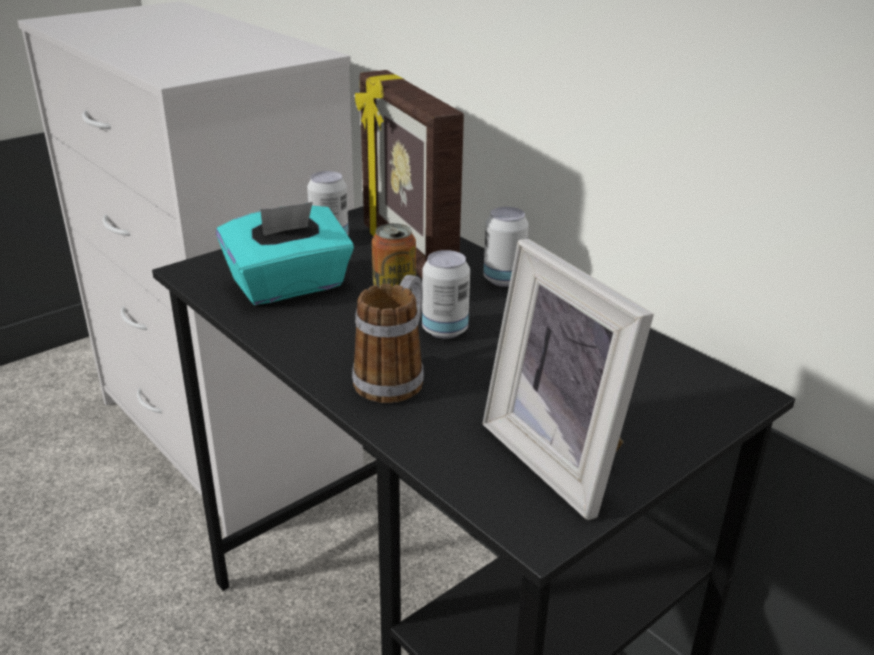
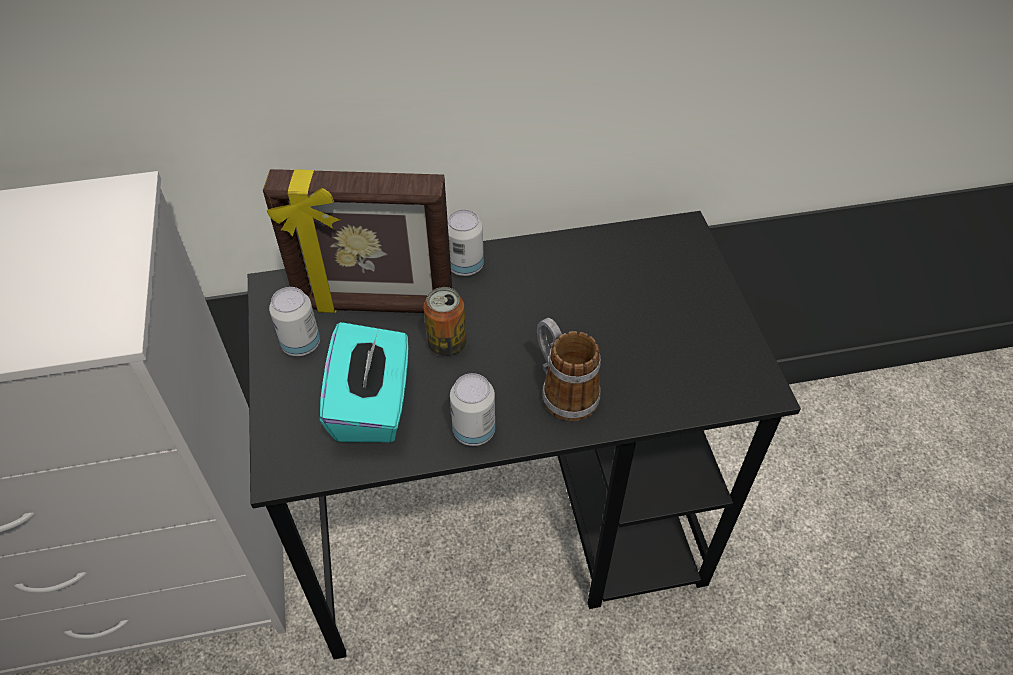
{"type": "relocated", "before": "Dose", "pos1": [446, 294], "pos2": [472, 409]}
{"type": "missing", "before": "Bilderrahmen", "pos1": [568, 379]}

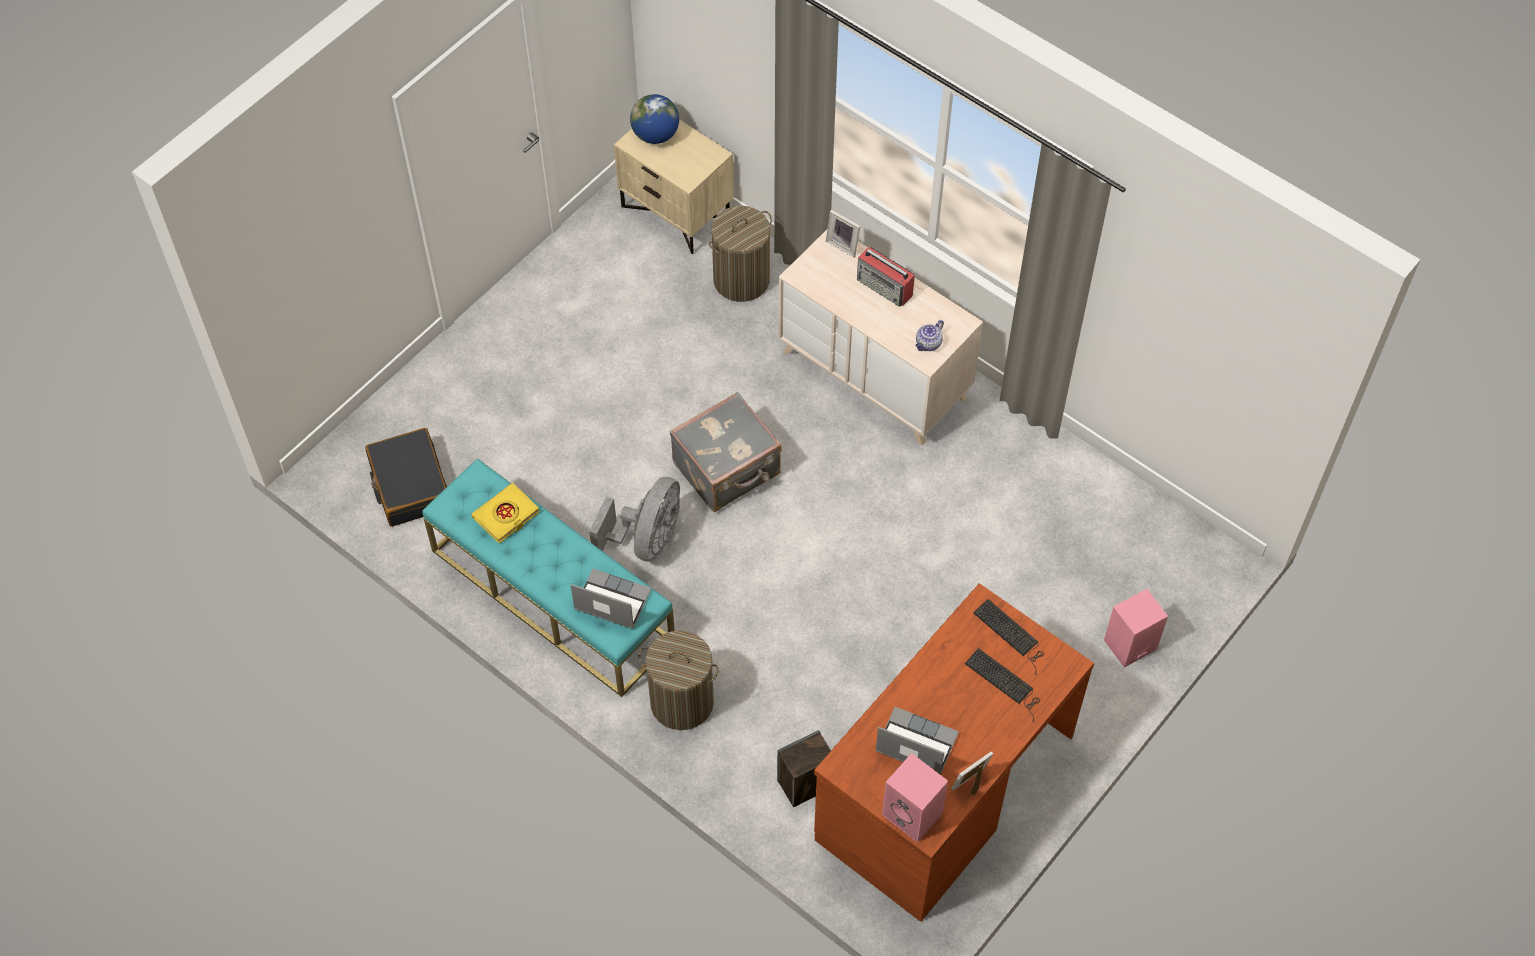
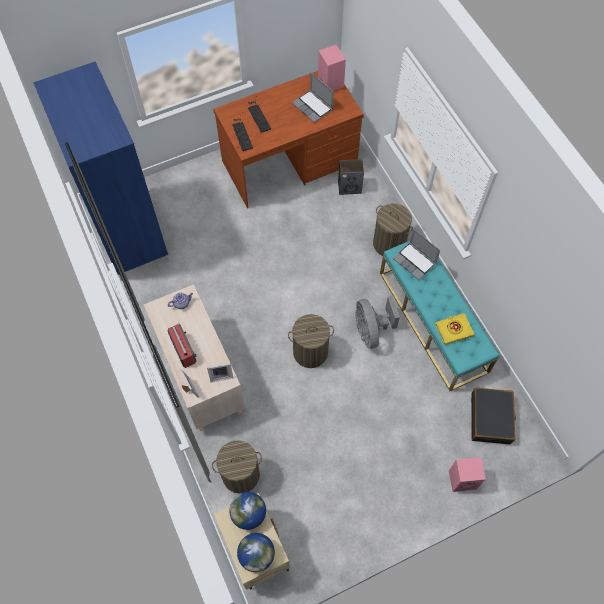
{"type": "appeared", "after": "Kleiderschrank/blau", "pos2": [101, 171]}
{"type": "relocated", "before": "Bilderrahmen", "pos1": [972, 773], "pos2": [220, 373]}
{"type": "appeared", "after": "Globus", "pos2": [247, 511]}
{"type": "exchanged", "before": "Koffer/grau", "after": "Wäschekorb", "pos1": [725, 452], "pos2": [311, 341]}
{"type": "spun", "before": "Ventilator/grau", "pos1": [634, 519], "pos2": [377, 322], "turn": -60}
{"type": "relocated", "before": "Lautsprecher/rosa", "pos1": [1136, 628], "pos2": [467, 474]}

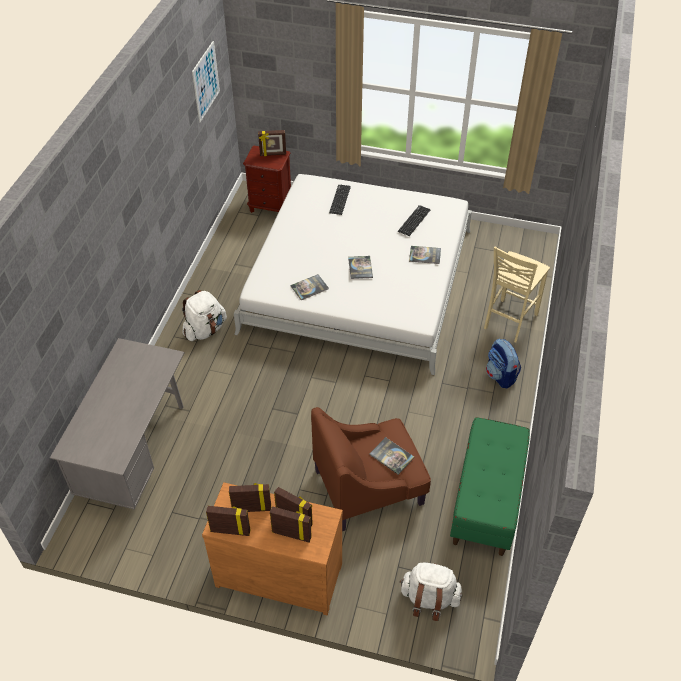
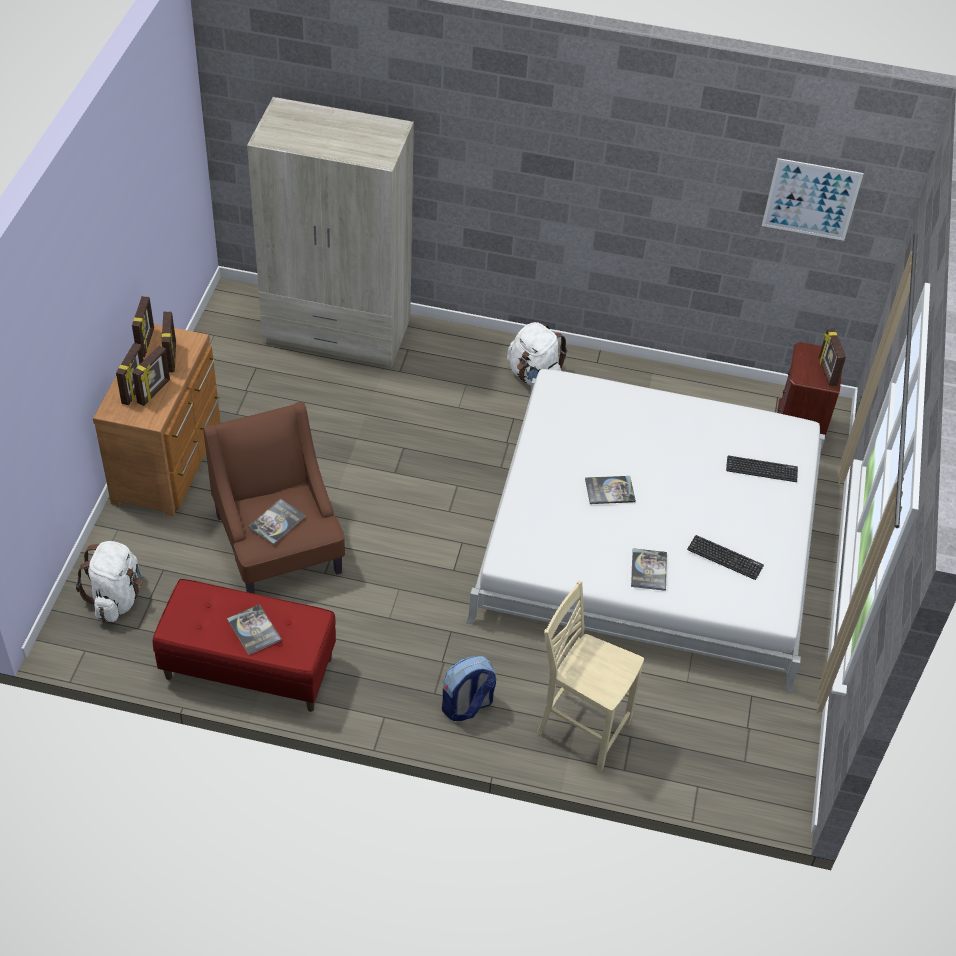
{"type": "colour", "before": "Bank/grün", "after": "Bank/rot", "pos1": [490, 486], "pos2": [244, 645]}
{"type": "relocated", "before": "Buch", "pos1": [310, 287], "pos2": [254, 629]}
{"type": "exchanged", "before": "Schreibtisch/grau", "after": "Kleiderschrank/beige", "pos1": [117, 424], "pos2": [330, 232]}

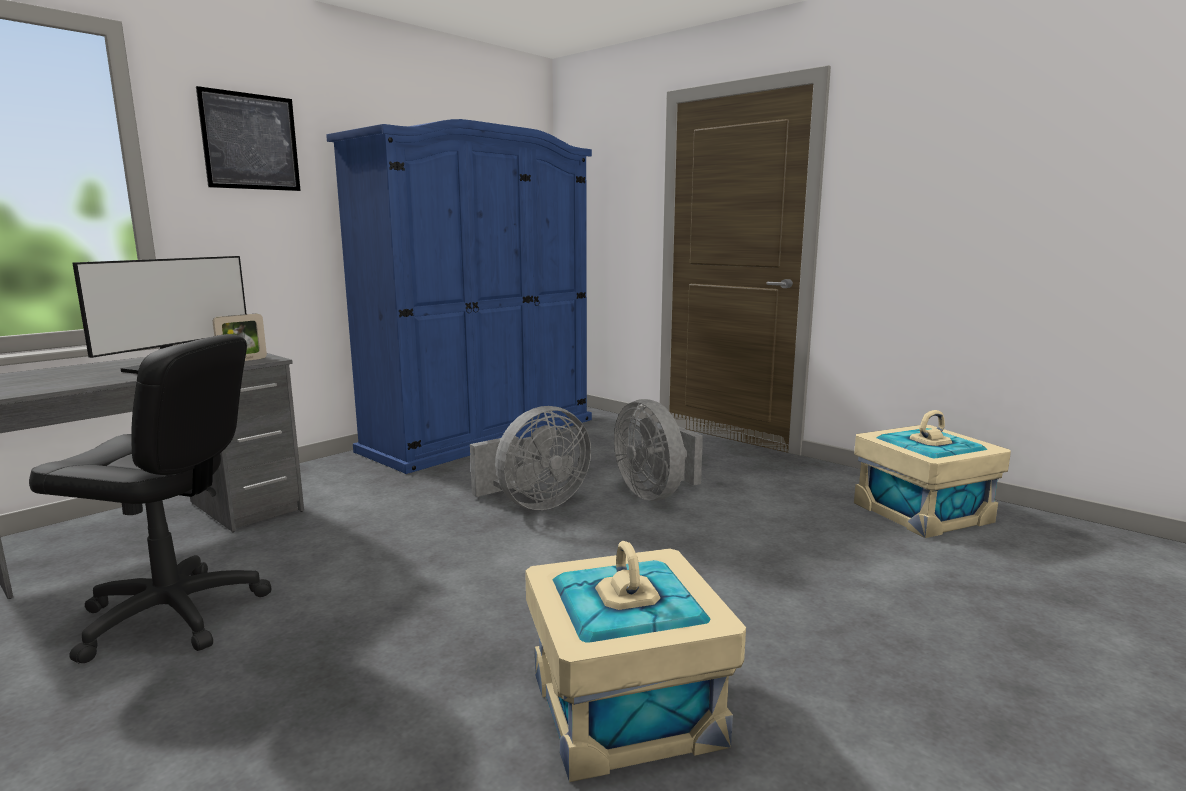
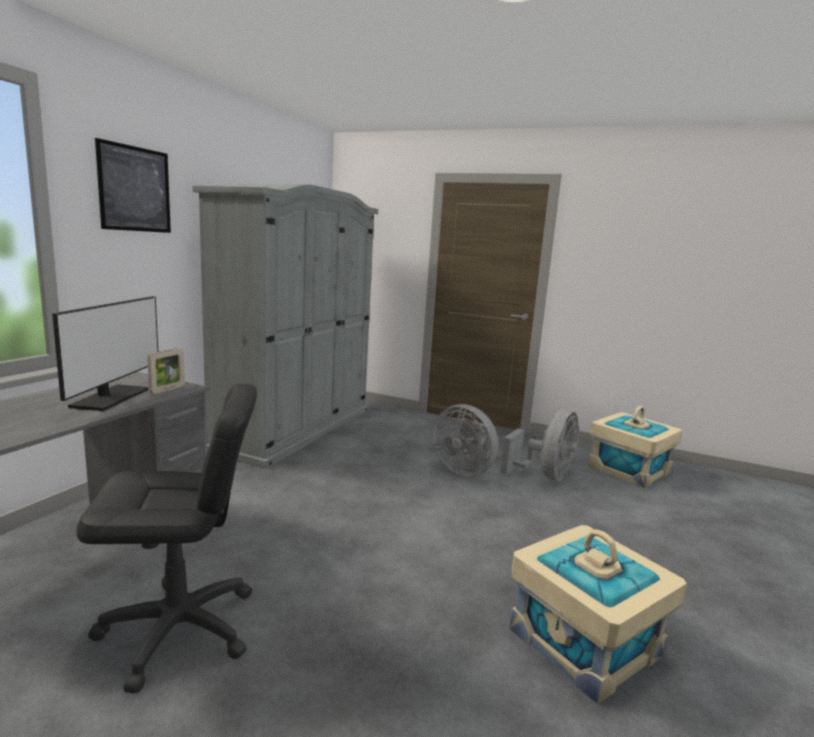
{"type": "colour", "before": "Kleiderschrank/blau", "after": "Kleiderschrank/grau", "pos1": [459, 296], "pos2": [285, 326]}
{"type": "relocated", "before": "Ventilator/grau", "pos1": [530, 458], "pos2": [540, 445]}

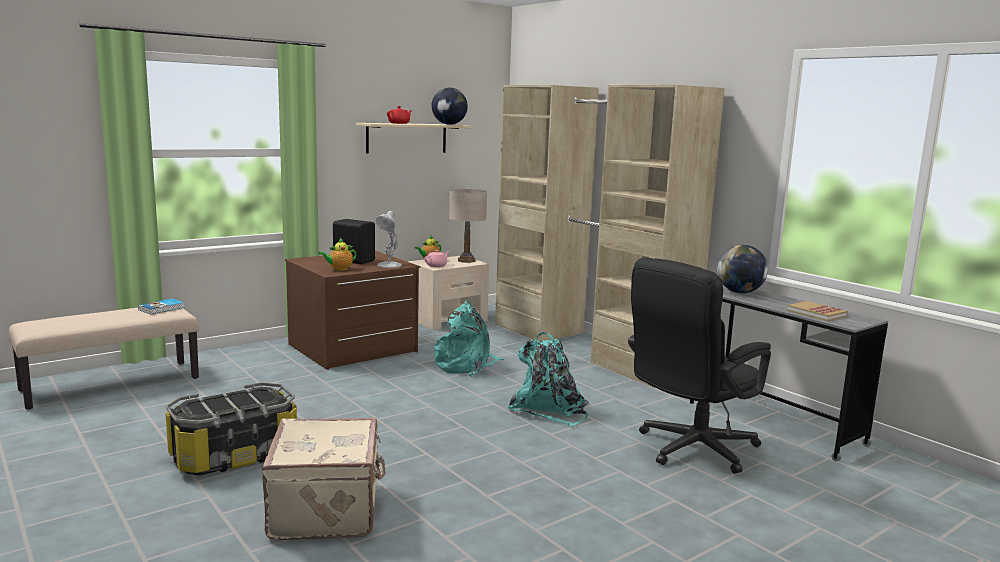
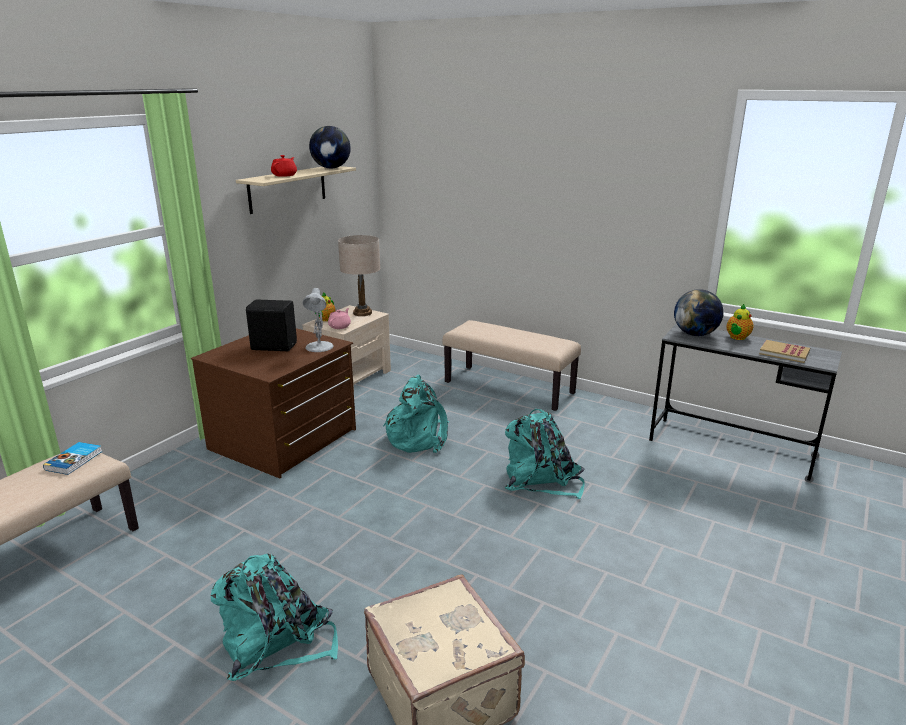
{"type": "exchanged", "before": "Aufbewahrungsbox", "after": "Rucksack/türkis", "pos1": [231, 429], "pos2": [274, 617]}
{"type": "exchanged", "before": "Kleiderschrank/beige", "after": "Bank/beige", "pos1": [609, 236], "pos2": [511, 365]}
{"type": "relocated", "before": "Teekanne", "pos1": [337, 254], "pos2": [739, 322]}
{"type": "missing", "before": "Bürostuhl/schwarz", "pos1": [699, 366]}

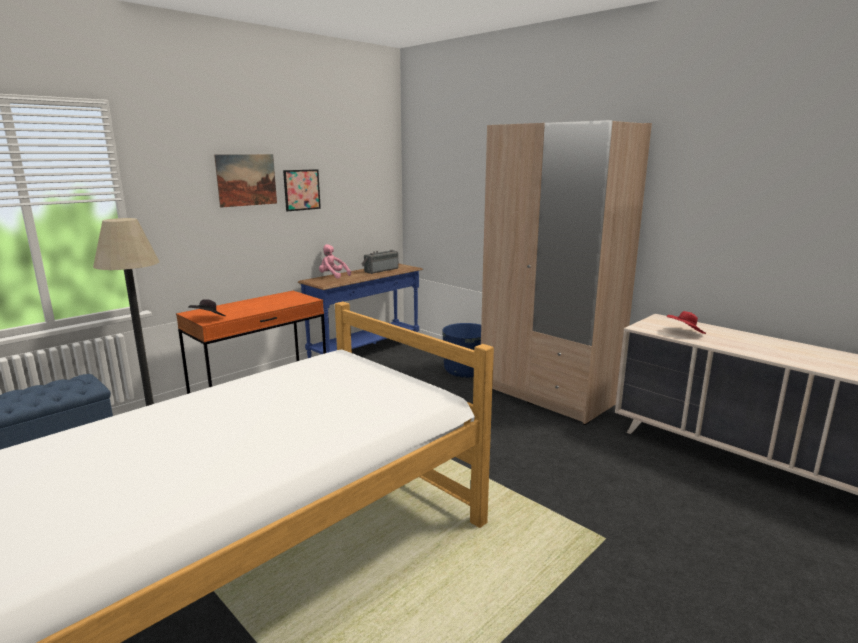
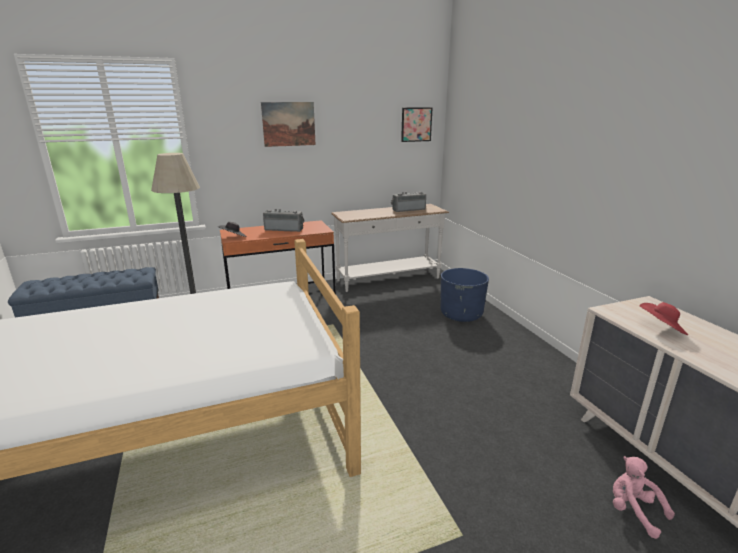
{"type": "appeared", "after": "Radio", "pos2": [283, 220]}
{"type": "colour", "before": "Konsolentisch/blau", "after": "Konsolentisch/weiß", "pos1": [360, 310], "pos2": [390, 248]}
{"type": "relocated", "before": "Bild", "pos1": [302, 190], "pos2": [417, 124]}
{"type": "relocated", "before": "Plüschtier/rosa", "pos1": [335, 261], "pos2": [644, 497]}
{"type": "missing", "before": "Kleiderschrank/beige", "pos1": [566, 272]}

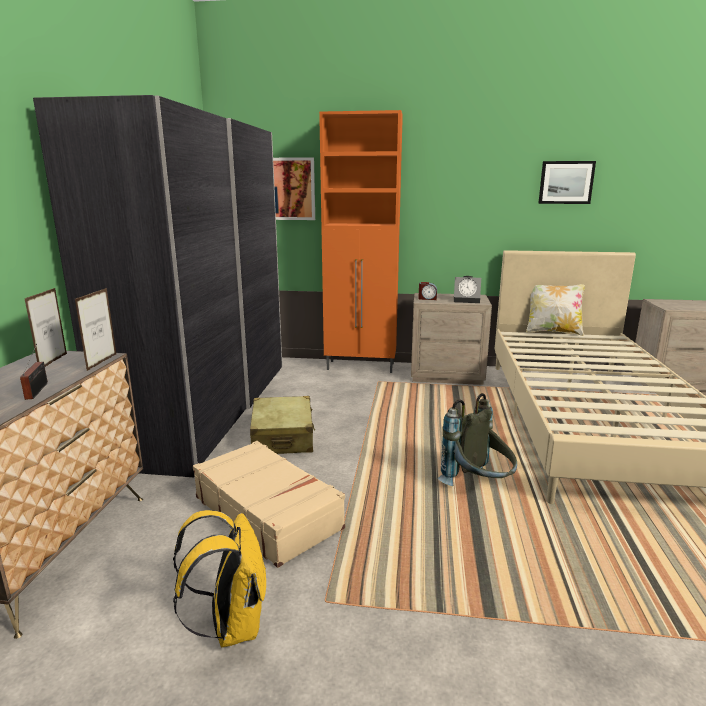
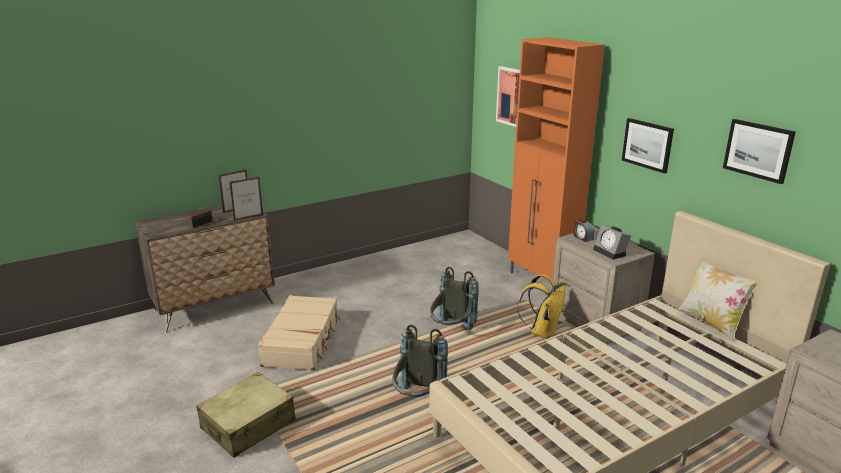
{"type": "relocated", "before": "Koffer/beige", "pos1": [282, 425], "pos2": [246, 415]}
{"type": "appeared", "after": "Rucksack/grau", "pos2": [454, 298]}
{"type": "relocated", "before": "Rucksack/gelb", "pos1": [219, 578], "pos2": [541, 306]}
{"type": "appeared", "after": "Bild", "pos2": [648, 146]}
{"type": "missing", "before": "Kleiderschrank/grau", "pos1": [157, 286]}

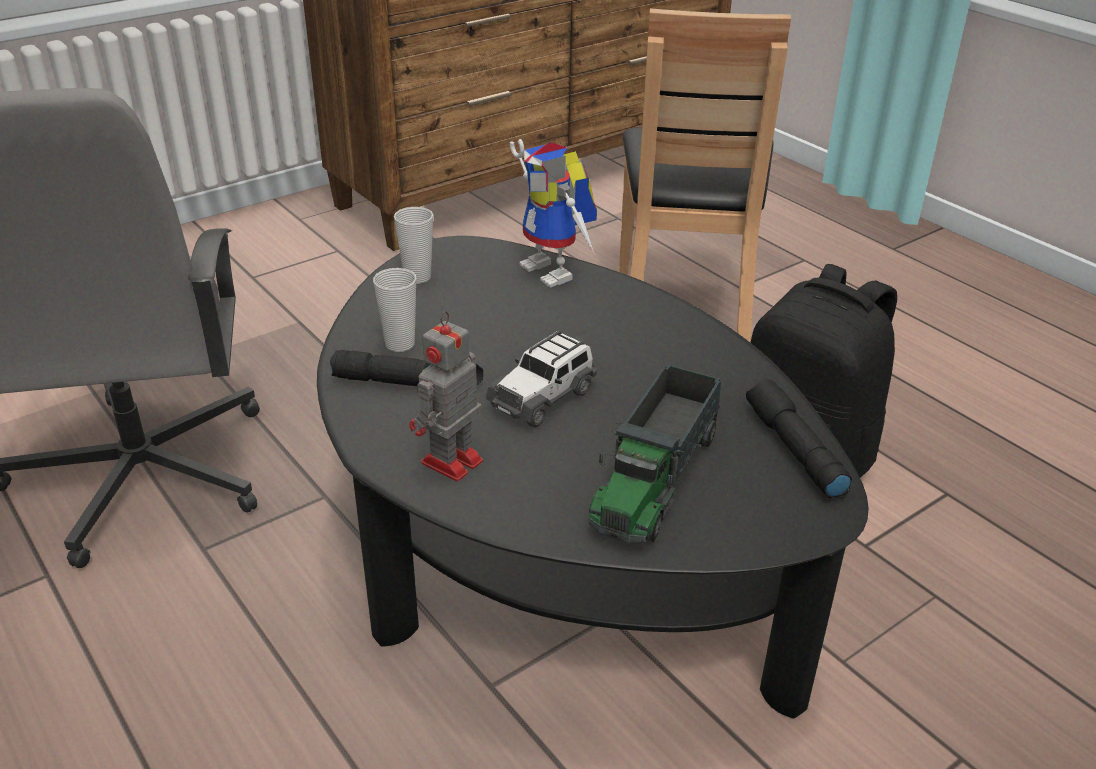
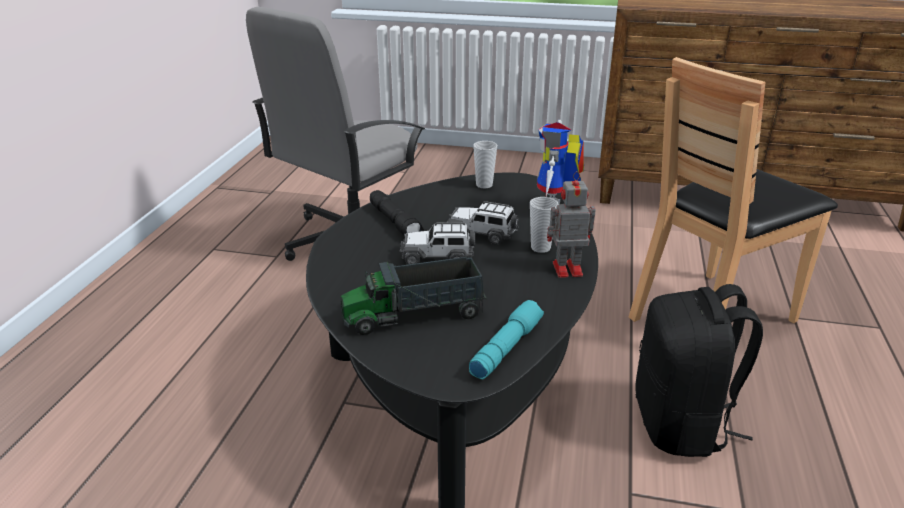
{"type": "appeared", "after": "Spielzeugauto", "pos2": [482, 223]}
{"type": "colour", "before": "Taschenlampe/schwarz", "after": "Taschenlampe/türkis", "pos1": [799, 438], "pos2": [506, 339]}
{"type": "relocated", "before": "Tasse", "pos1": [394, 310], "pos2": [544, 225]}
{"type": "relocated", "before": "Spielzeugroboter", "pos1": [446, 396], "pos2": [571, 224]}

